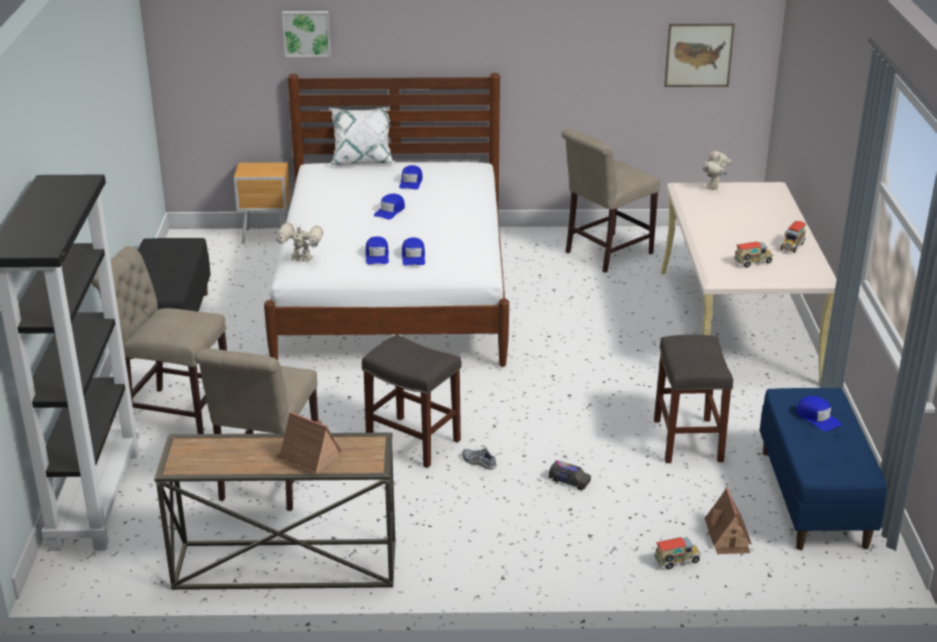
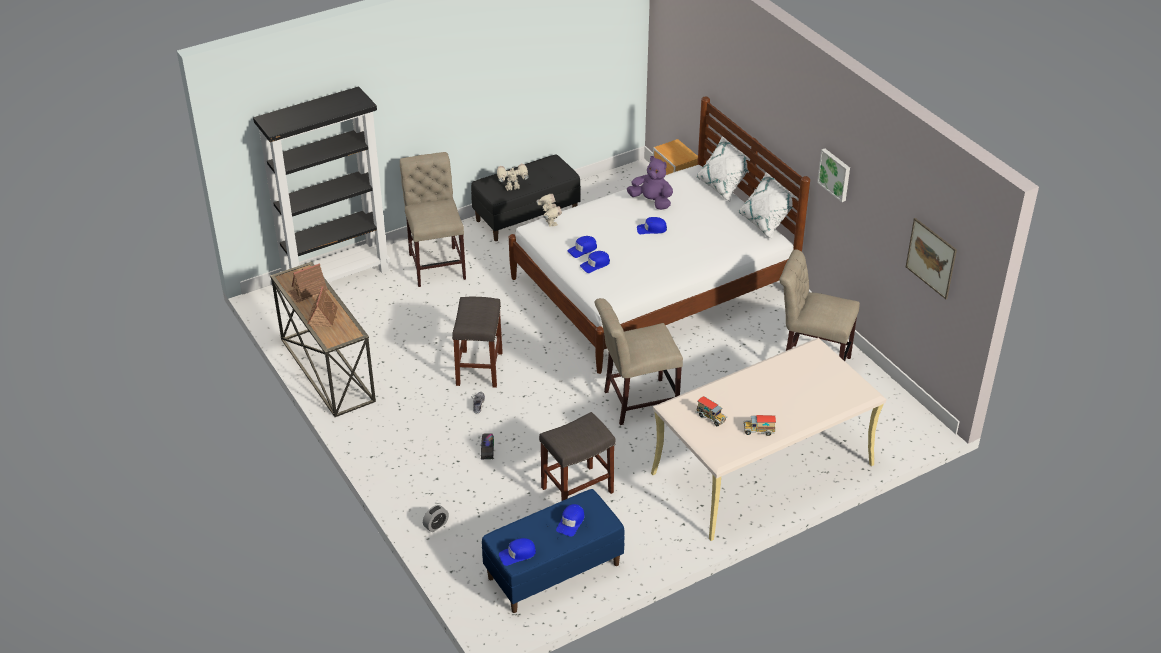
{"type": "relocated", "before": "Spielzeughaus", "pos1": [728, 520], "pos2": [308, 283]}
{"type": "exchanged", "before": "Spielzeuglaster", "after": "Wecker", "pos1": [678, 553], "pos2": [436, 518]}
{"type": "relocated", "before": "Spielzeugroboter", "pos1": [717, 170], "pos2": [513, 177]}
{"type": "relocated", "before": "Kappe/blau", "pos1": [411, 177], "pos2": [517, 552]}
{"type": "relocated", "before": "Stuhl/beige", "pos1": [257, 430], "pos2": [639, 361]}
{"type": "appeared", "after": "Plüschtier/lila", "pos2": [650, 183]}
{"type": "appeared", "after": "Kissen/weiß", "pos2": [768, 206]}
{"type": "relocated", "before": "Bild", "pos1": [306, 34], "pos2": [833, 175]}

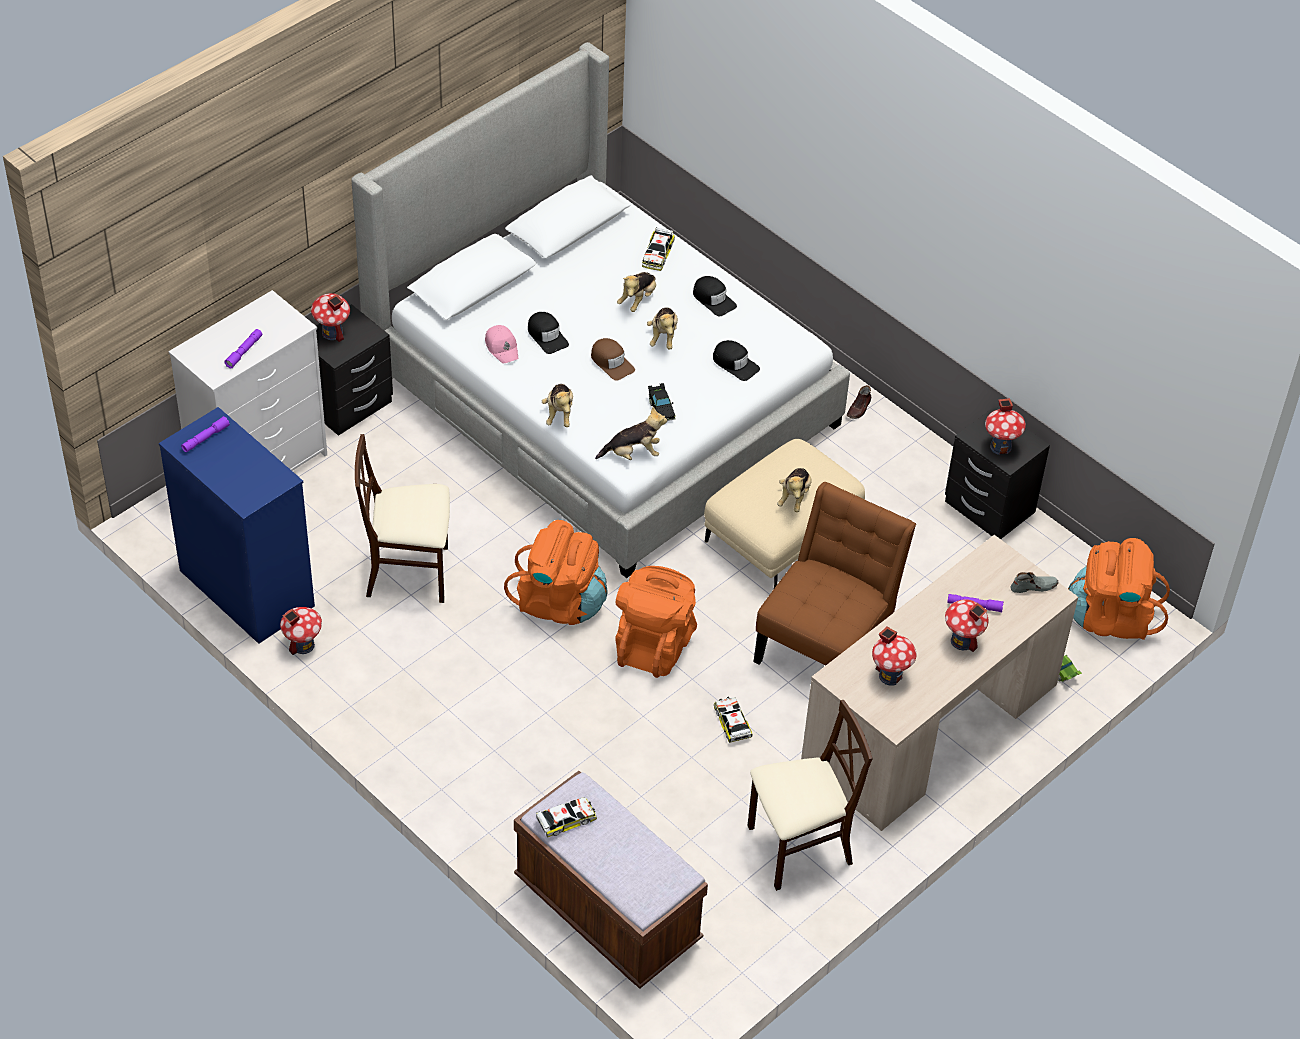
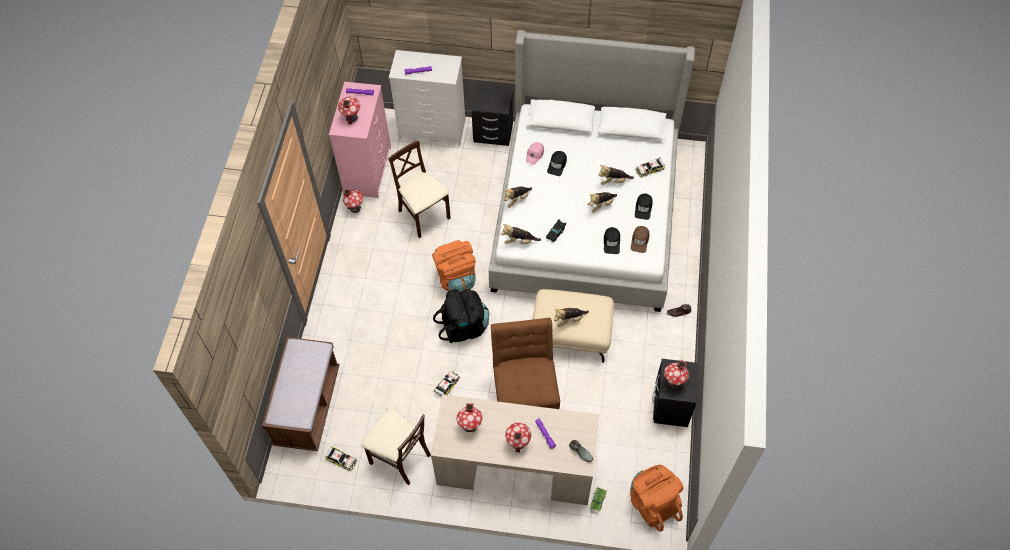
{"type": "relocated", "before": "Spielzeugauto", "pos1": [566, 817], "pos2": [340, 458]}
{"type": "colour", "before": "Kommode/blau", "after": "Kommode/rosa", "pos1": [237, 525], "pos2": [360, 140]}
{"type": "relocated", "before": "Spielzeughaus", "pos1": [330, 317], "pos2": [349, 111]}
{"type": "colour", "before": "Rucksack/orange", "after": "Rucksack/schwarz", "pos1": [656, 622], "pos2": [461, 316]}
{"type": "spun", "before": "Stuhl/braun", "pos1": [835, 573], "pos2": [525, 363], "turn": -90}
{"type": "spun", "before": "Plüschtier", "pos1": [631, 433], "pos2": [521, 234], "turn": 135}
{"type": "relocated", "before": "Kappe/braun", "pos1": [613, 359], "pos2": [640, 239]}

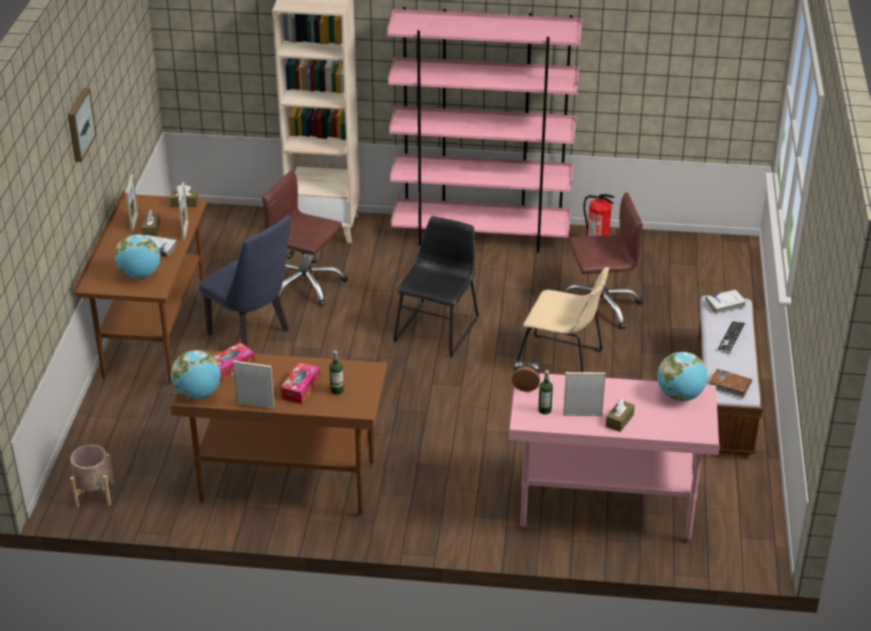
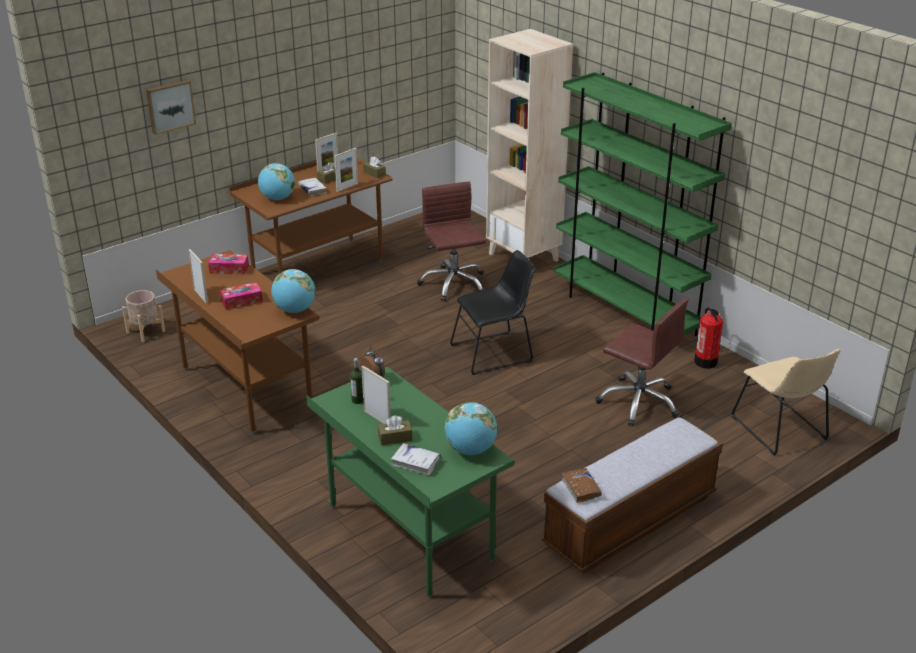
{"type": "relocated", "before": "Bild", "pos1": [82, 125], "pos2": [171, 107]}
{"type": "relocated", "before": "Globus", "pos1": [196, 375], "pos2": [293, 291]}
{"type": "colour", "before": "Schreibtisch/rosa", "after": "Schreibtisch/grün", "pos1": [614, 457], "pos2": [410, 482]}
{"type": "relocated", "before": "Buch/weiß", "pos1": [726, 302], "pos2": [416, 459]}
{"type": "colour", "before": "Bücherregal/rosa", "after": "Bücherregal/grün", "pos1": [484, 130], "pos2": [643, 204]}
{"type": "relocated", "before": "Stuhl/beige", "pos1": [561, 319], "pos2": [786, 402]}
{"type": "missing", "before": "Stuhl/blau", "pos1": [245, 281]}
{"type": "missing", "before": "Flasche", "pos1": [337, 373]}
{"type": "missing", "before": "Tastatur", "pos1": [731, 337]}

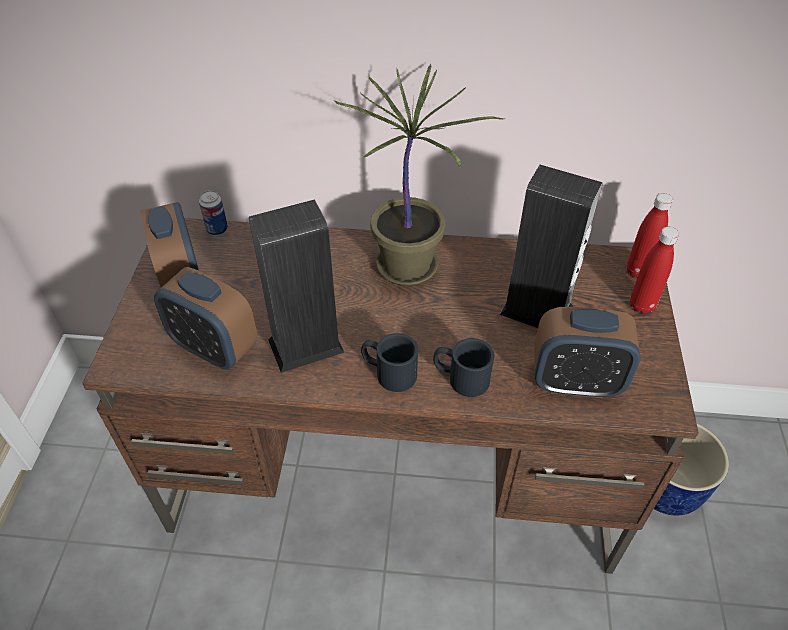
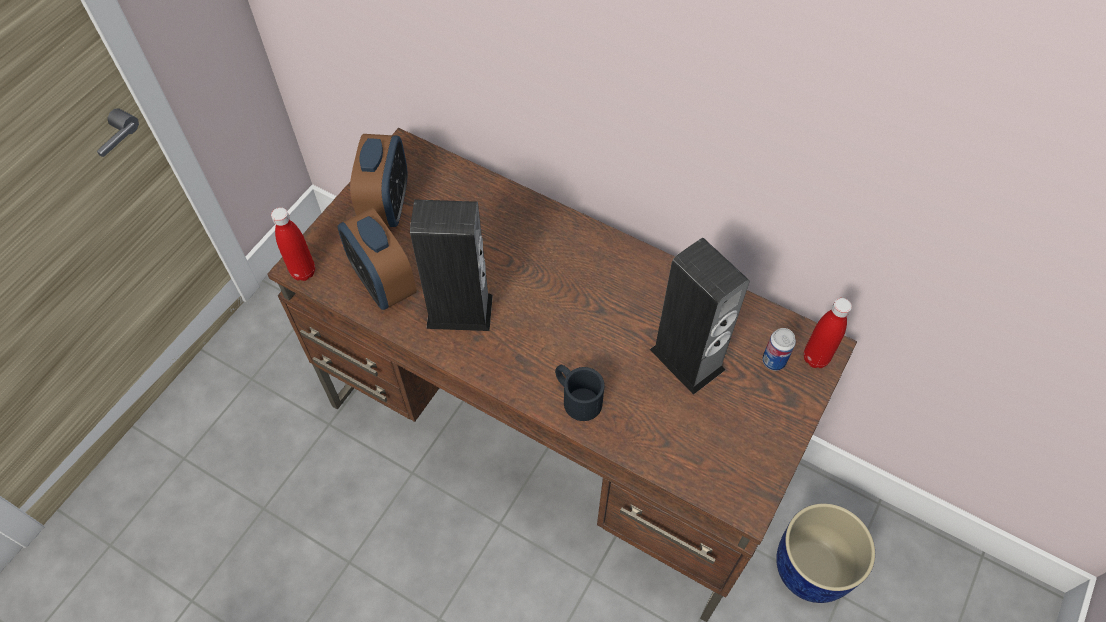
{"type": "relocated", "before": "Flasche/rot", "pos1": [654, 270], "pos2": [293, 244]}
{"type": "relocated", "before": "Dose", "pos1": [213, 213], "pos2": [779, 349]}
{"type": "missing", "before": "Topfpflanze", "pos1": [418, 175]}
{"type": "missing", "before": "Henkelbecher/schwarz", "pos1": [389, 362]}
{"type": "missing", "before": "Wecker", "pos1": [587, 352]}

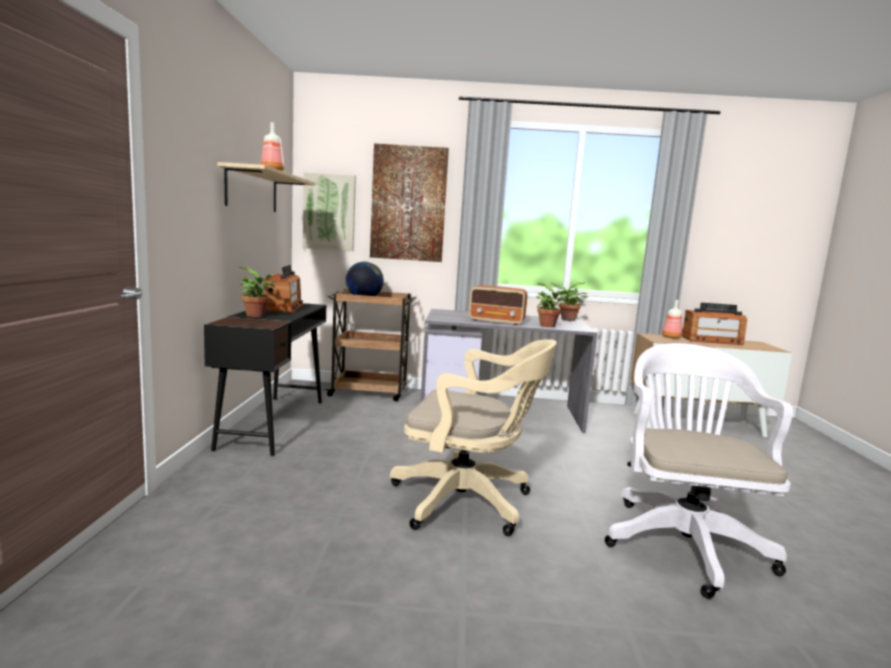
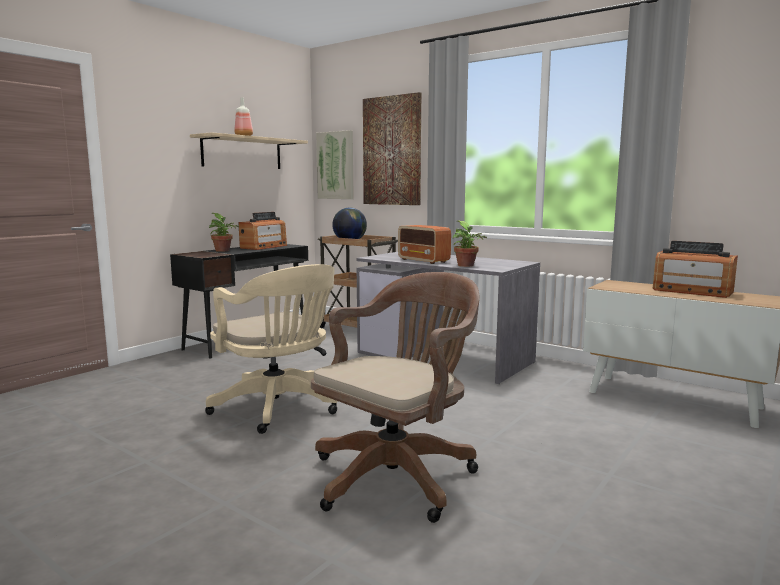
{"type": "colour", "before": "Bürostuhl/weiß", "after": "Bürostuhl/braun", "pos1": [699, 471], "pos2": [395, 397]}
{"type": "missing", "before": "Topfpflanze", "pos1": [569, 301]}
{"type": "missing", "before": "Flasche", "pos1": [672, 319]}

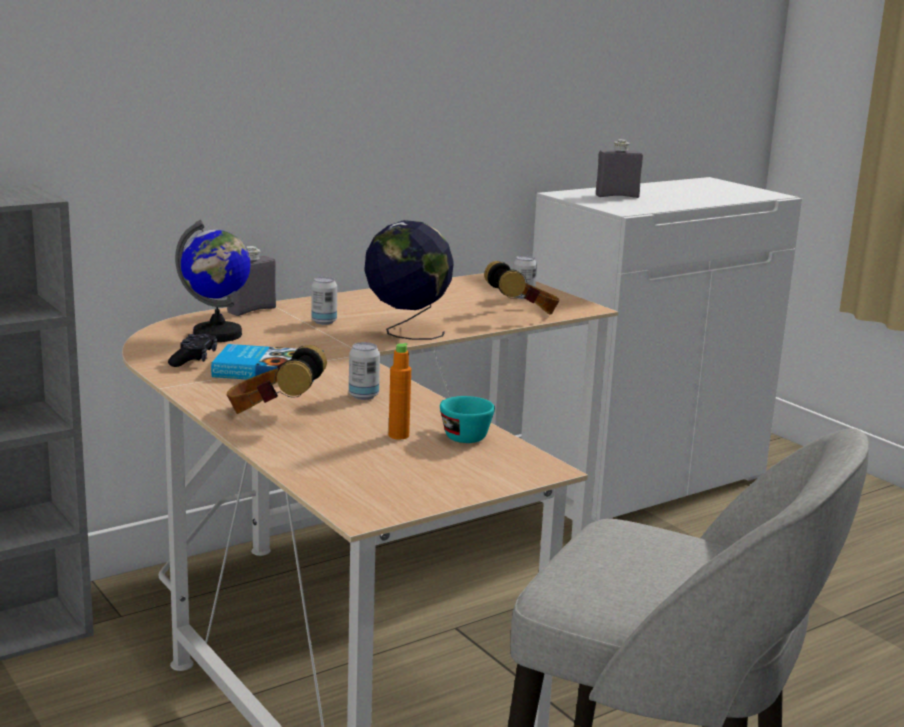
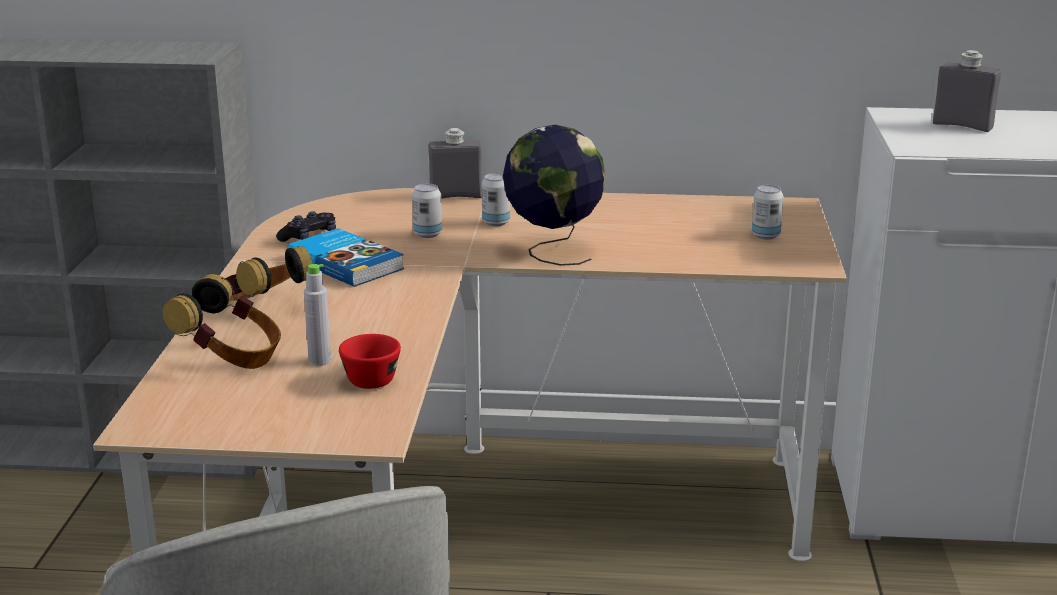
{"type": "relocated", "before": "Kopfhörer", "pos1": [522, 288], "pos2": [222, 321]}
{"type": "colour", "before": "Flasche/orange", "after": "Flasche/grau", "pos1": [400, 391], "pos2": [317, 315]}
{"type": "colour", "before": "Tasse/türkis", "after": "Tasse/rot", "pos1": [467, 419], "pos2": [370, 361]}
{"type": "relocated", "before": "Dose", "pos1": [364, 371], "pos2": [427, 211]}
{"type": "missing", "before": "Globus", "pos1": [213, 281]}

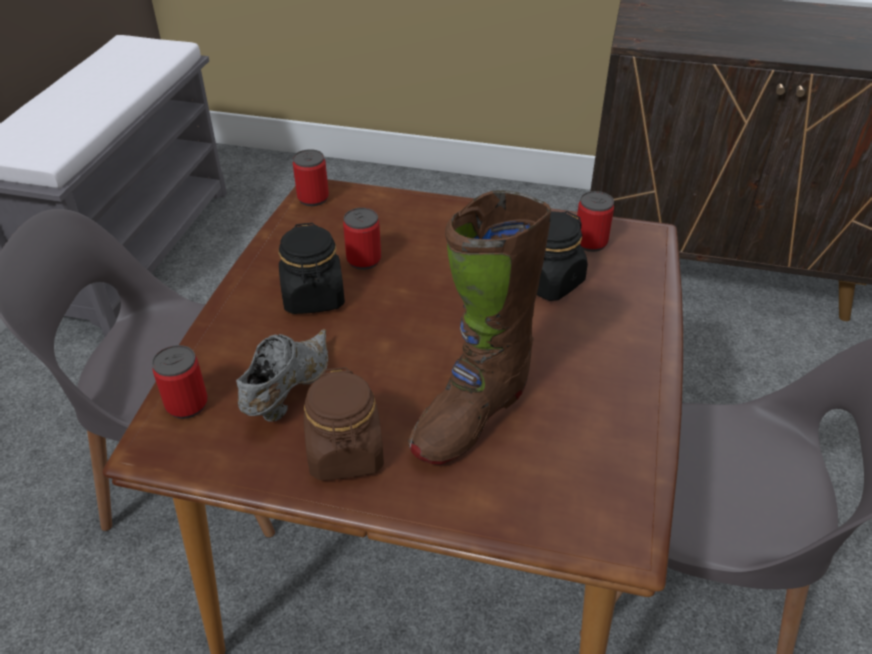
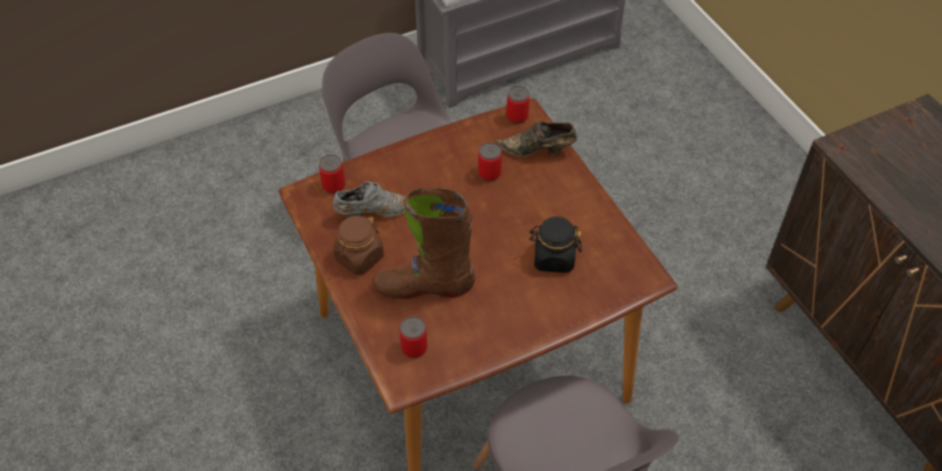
{"type": "relocated", "before": "Dose", "pos1": [595, 221], "pos2": [413, 337]}
{"type": "appeared", "after": "Schuh/braun", "pos2": [536, 139]}
{"type": "missing", "before": "Vorratsglas/schwarz", "pos1": [311, 268]}

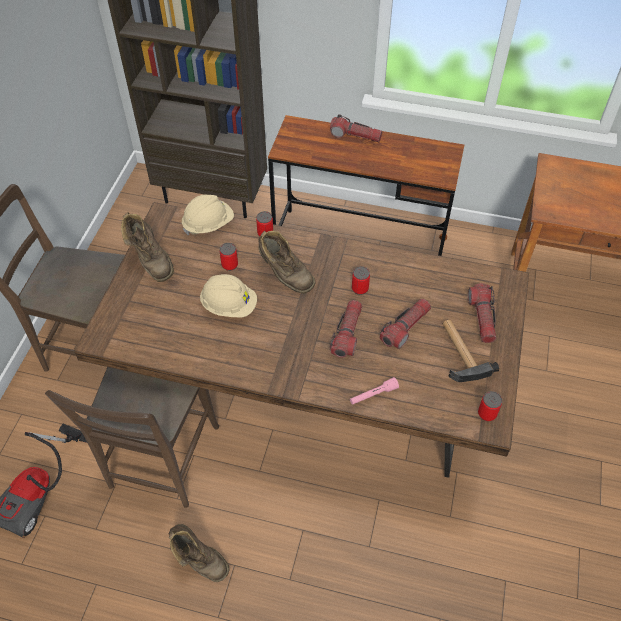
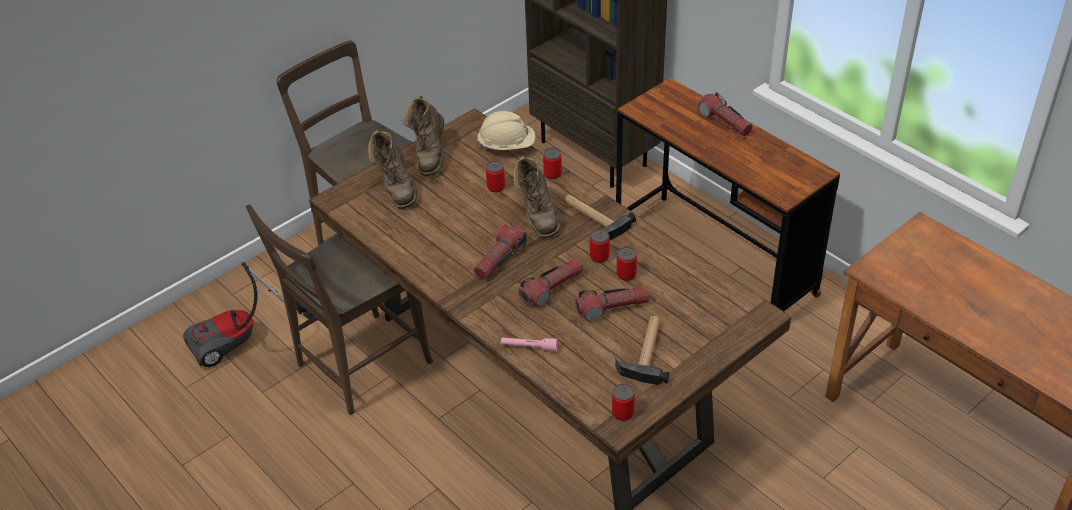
{"type": "relocated", "before": "Stiefel/braun", "pos1": [199, 553], "pos2": [392, 169]}
{"type": "relocated", "before": "Taschenlampe", "pos1": [482, 313], "pos2": [500, 252]}
{"type": "appeared", "after": "Hammer", "pos2": [600, 217]}
{"type": "appeared", "after": "Dose", "pos2": [627, 264]}
{"type": "missing", "before": "Schutzhelm/beige", "pos1": [228, 296]}

